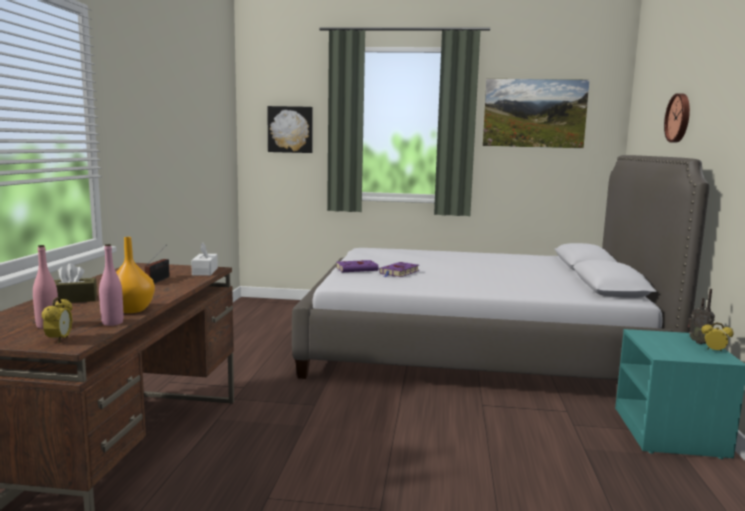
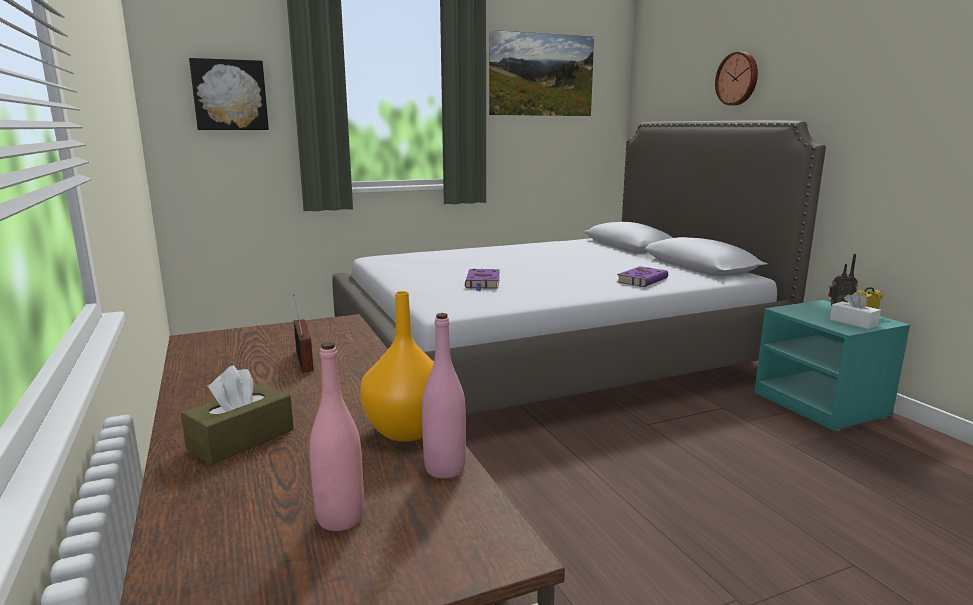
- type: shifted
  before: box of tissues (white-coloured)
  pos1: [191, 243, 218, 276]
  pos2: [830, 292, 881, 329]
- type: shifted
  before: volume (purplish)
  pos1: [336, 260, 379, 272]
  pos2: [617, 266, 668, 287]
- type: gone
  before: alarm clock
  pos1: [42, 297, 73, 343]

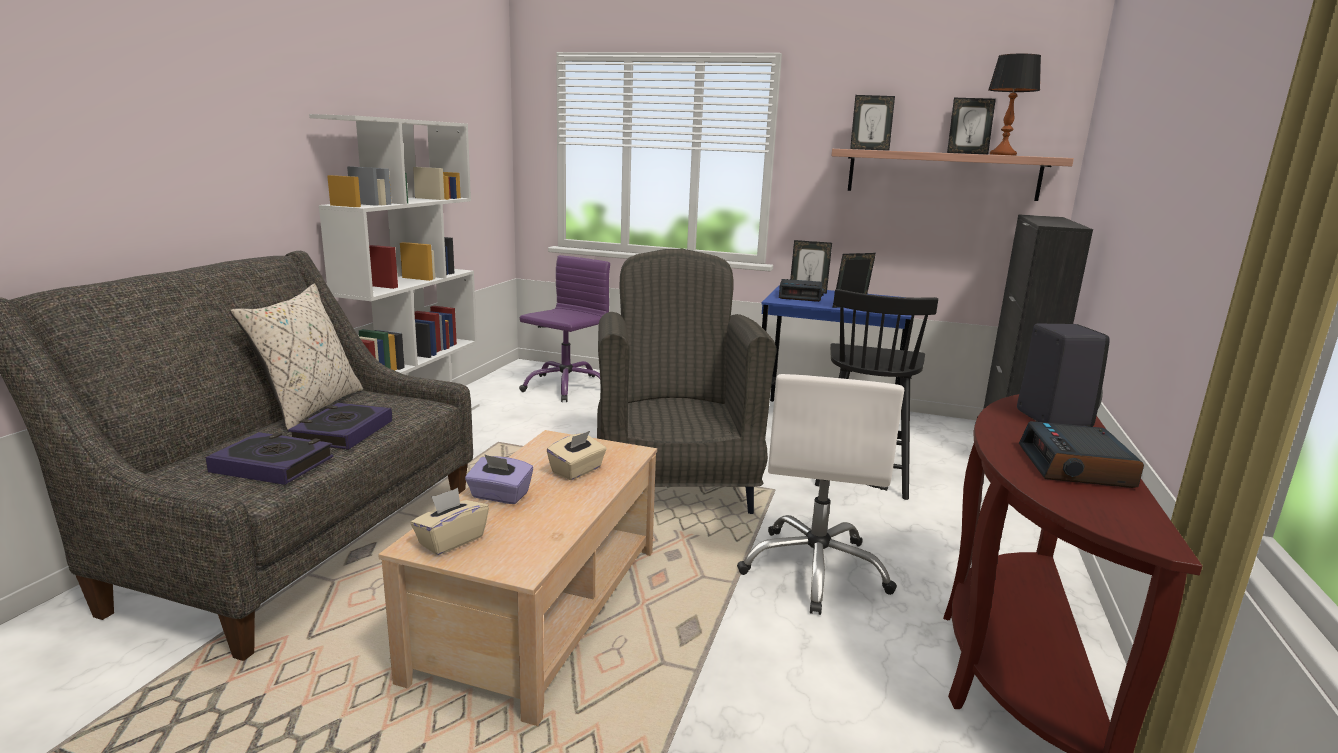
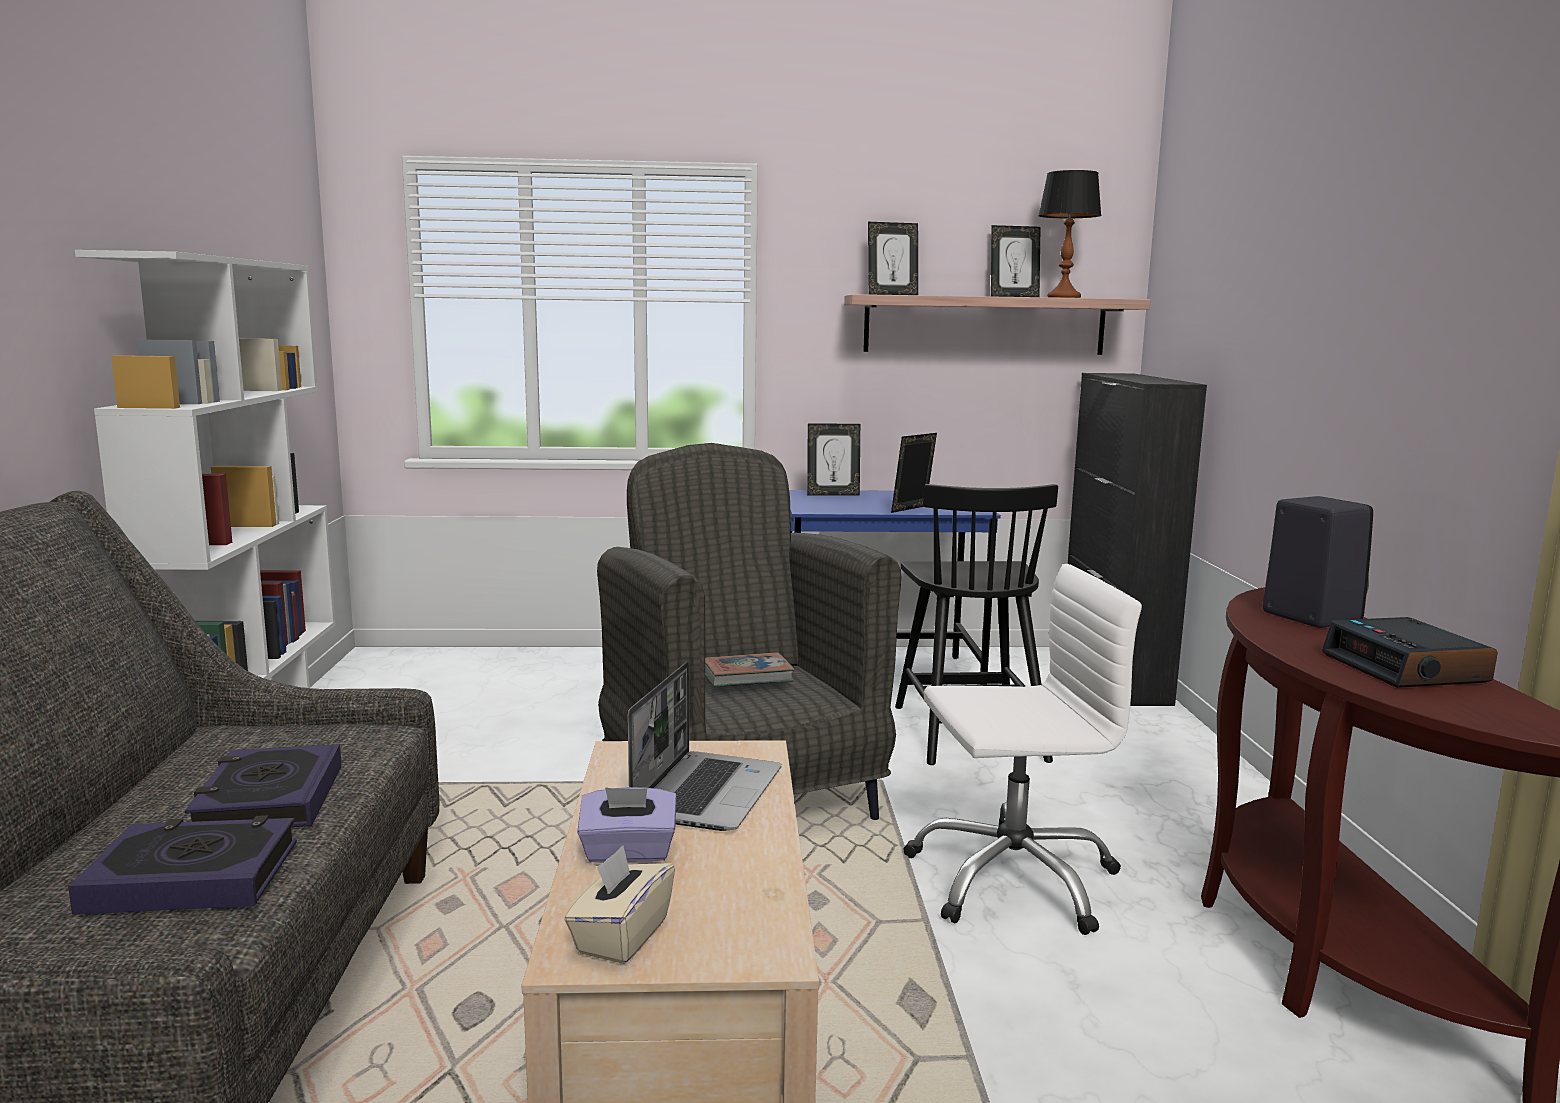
- type: gone
  before: desk chair (purplish)
  pos1: [519, 255, 610, 402]
- type: gone
  before: alarm clock
  pos1: [779, 279, 824, 302]
- type: gone
  before: pillow (beige-coloured)
  pos1: [230, 284, 363, 431]
- type: rotated
  before: desk chair (white-coloured)
  pos1: [737, 374, 904, 615]
  pos2: [903, 564, 1142, 935]
  turn: -90
- type: swapped
  before: box of tissues (beige-coloured)
  after: portable computer
  pos1: [547, 431, 607, 480]
  pos2: [628, 662, 782, 831]
- type: new
  after: volume
  pos2: [705, 652, 794, 687]

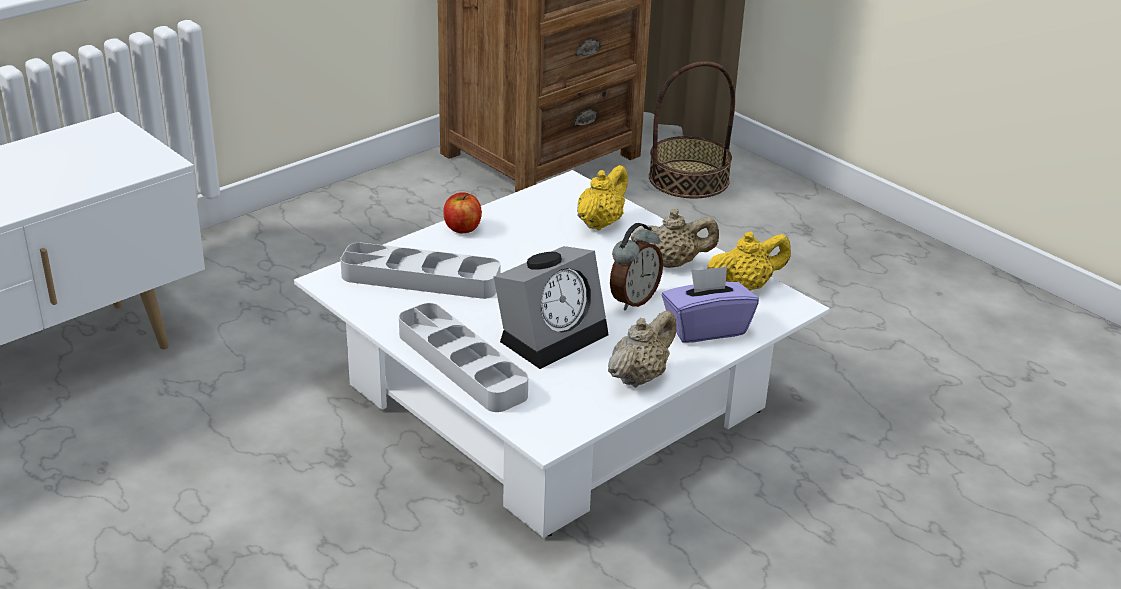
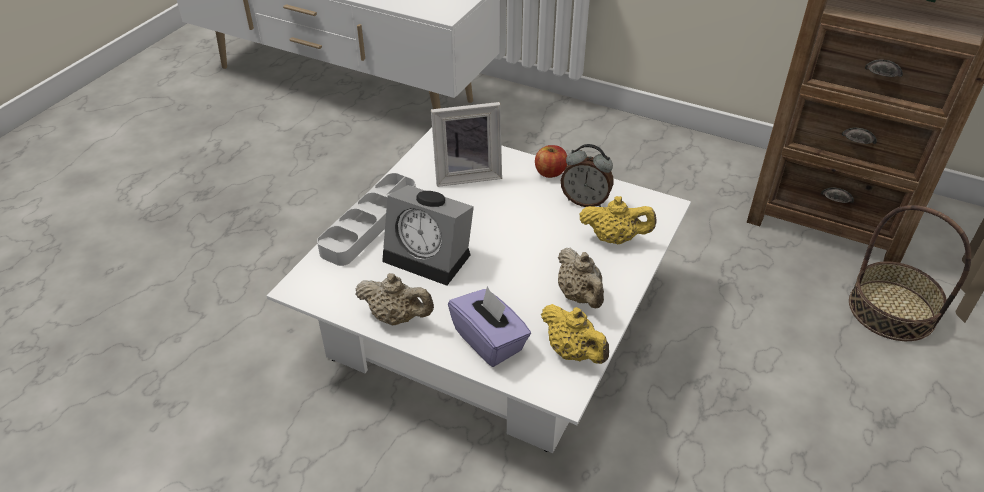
- type: shifted
  before: alarm clock
  pos1: [610, 223, 663, 311]
  pos2: [561, 144, 614, 207]
- type: swapped
  before: serving tray (grey)
  after: standing frame
  pos1: [340, 242, 501, 299]
  pos2: [431, 102, 502, 187]

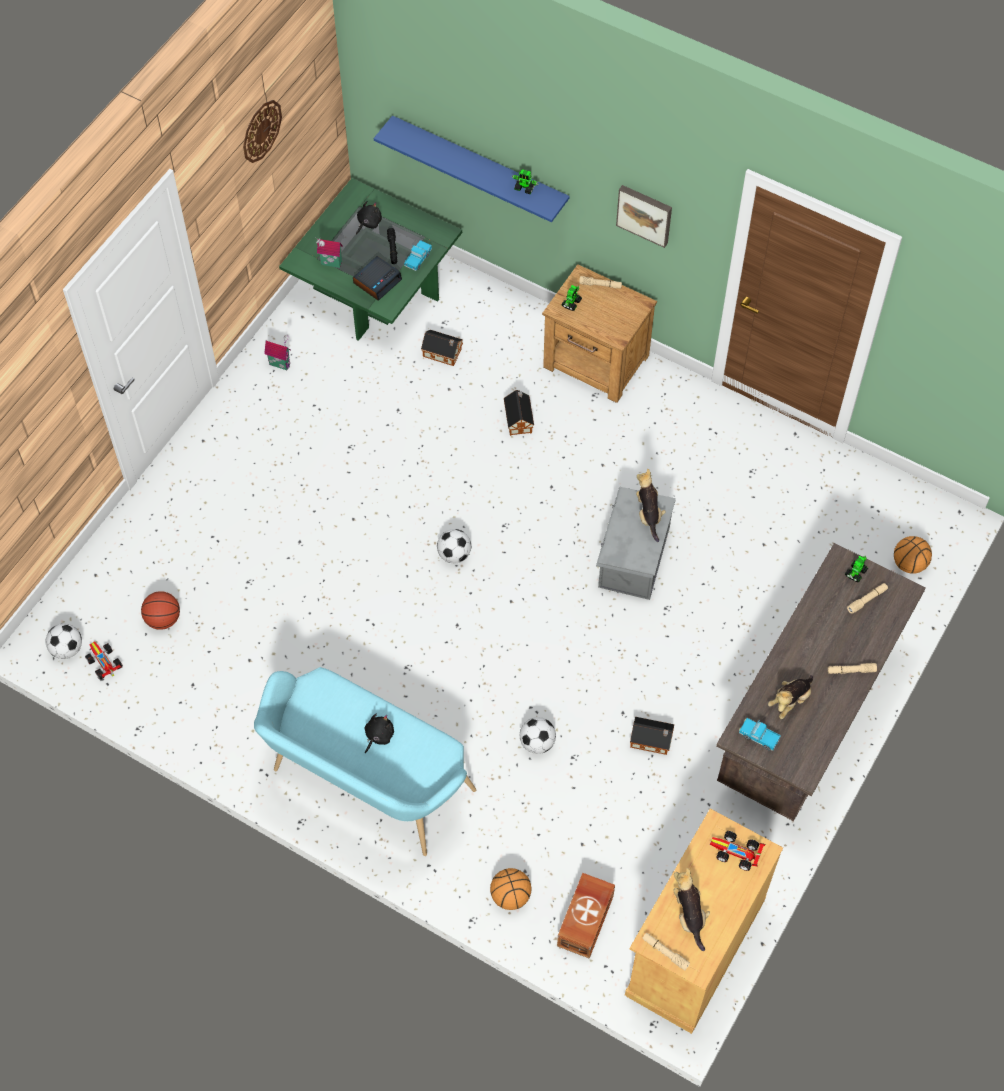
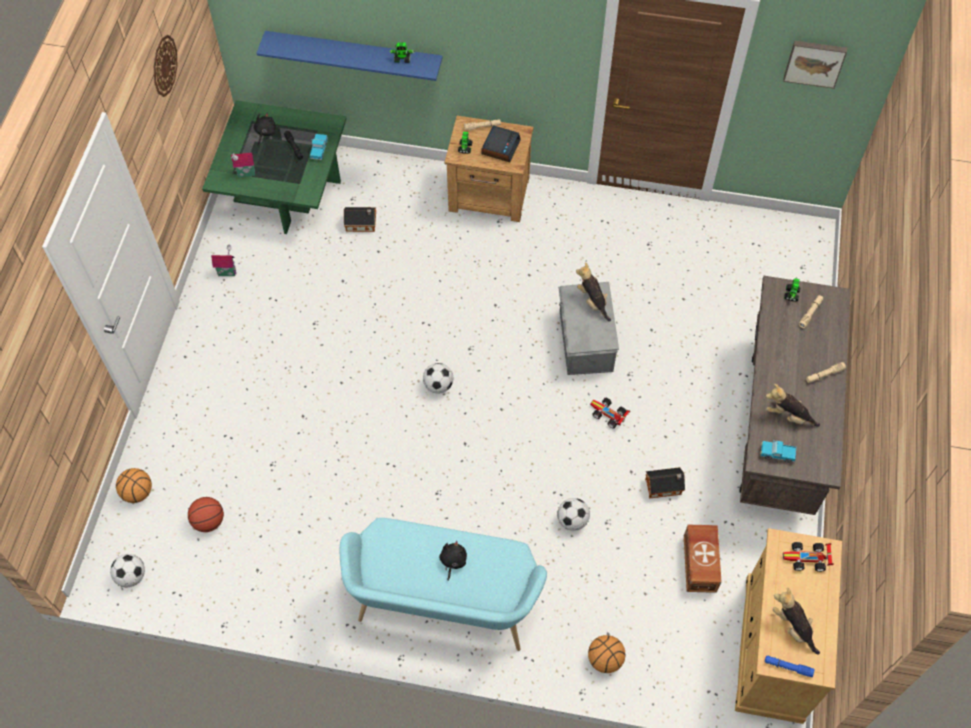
- type: shifted
  before: wall art
  pos1: [616, 185, 672, 248]
  pos2: [783, 41, 847, 89]
- type: shifted
  before: alarm clock
  pos1: [353, 256, 402, 301]
  pos2: [482, 126, 521, 162]
- type: gone
  before: model house
  pos1: [504, 390, 534, 436]
- type: shifted
  before: basketball ball
  pos1: [894, 536, 932, 574]
  pos2: [116, 468, 152, 503]
- type: shifted
  before: miniature car
  pos1: [85, 641, 123, 680]
  pos2: [590, 397, 630, 428]
- type: rotated
  before: plush toy
  pos1: [768, 675, 813, 719]
  pos2: [765, 384, 820, 427]
  turn: 90
- type: shifted
  before: storage container (brown)
  pos1: [557, 873, 615, 959]
  pos2: [684, 525, 722, 593]
- type: repainted
  before: torch (beige-coloured)
  after: torch (blue)
  pos1: [642, 933, 690, 970]
  pos2: [765, 656, 814, 677]

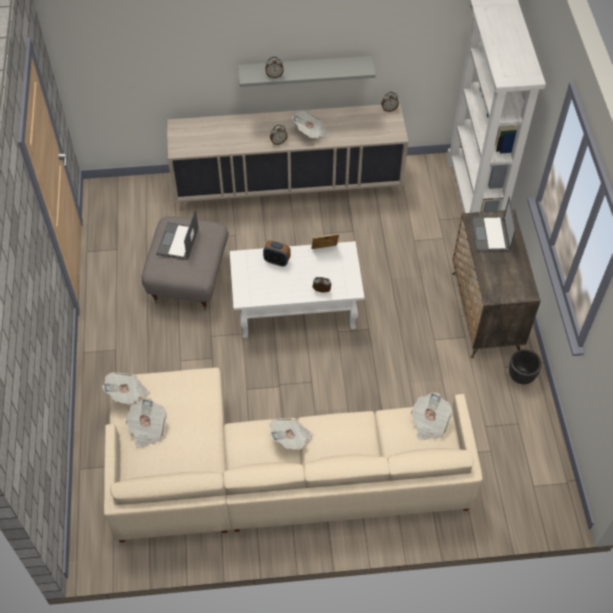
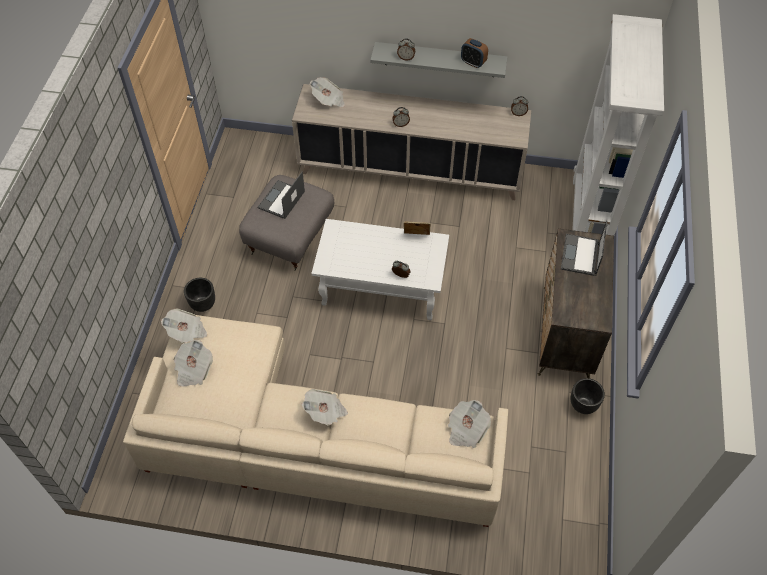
- type: shifted
  before: printed paper
  pos1: [292, 110, 329, 139]
  pos2: [310, 77, 344, 107]
- type: shifted
  before: alarm clock
  pos1: [263, 240, 291, 267]
  pos2: [461, 38, 488, 68]
- type: new
  after: flower pot (black)
  pos2: [184, 278, 215, 312]

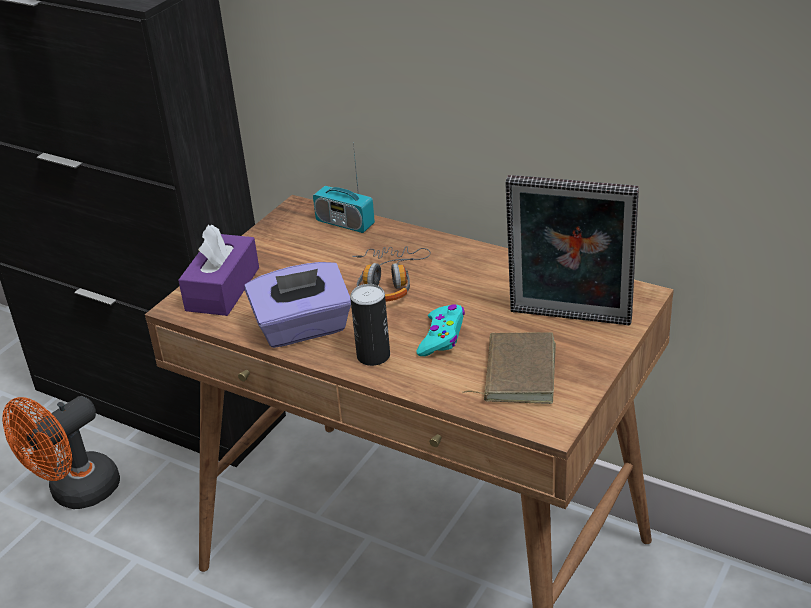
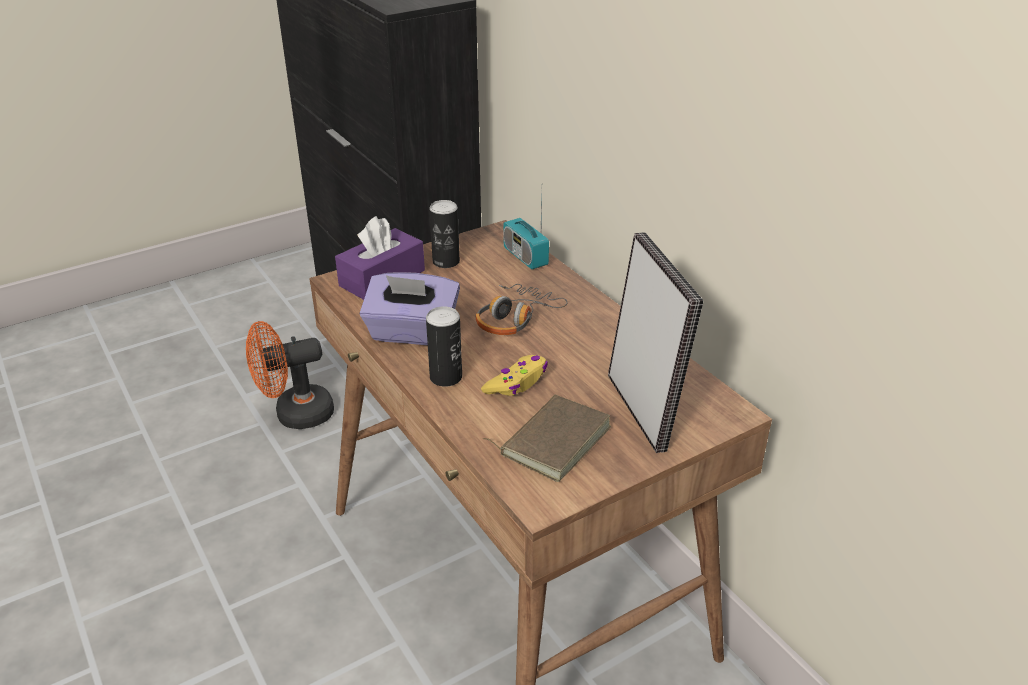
- type: rotated
  before: standing frame
  pos1: [506, 175, 639, 325]
  pos2: [608, 232, 704, 453]
  turn: -150
- type: repainted
  before: game controller (blue-green)
  after: game controller (yellow-coloured)
  pos1: [417, 304, 465, 356]
  pos2: [481, 355, 548, 396]
- type: new
  after: sealed can
  pos2: [430, 200, 460, 268]

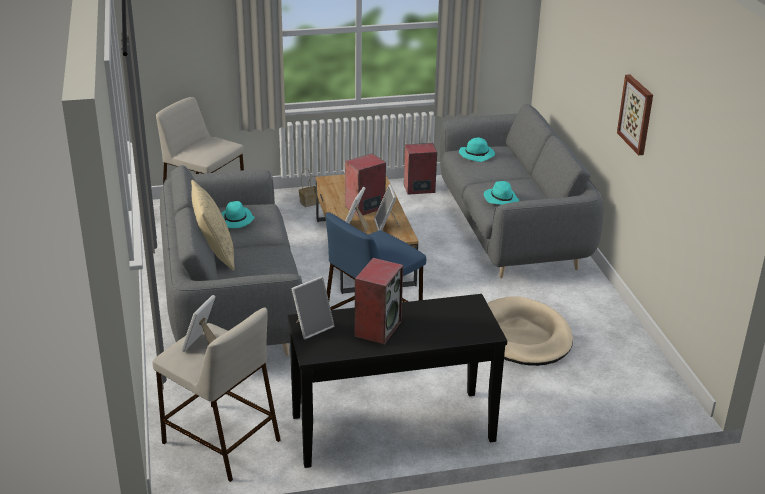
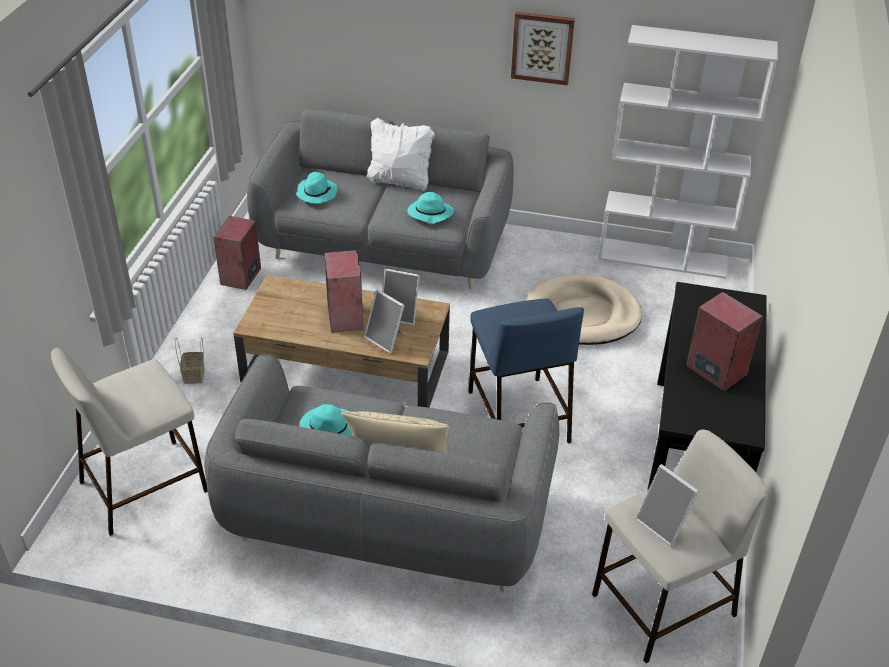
- type: gone
  before: standing frame
  pos1: [291, 276, 335, 339]
- type: new
  after: shelving unit (white-coloured)
  pos2: [598, 25, 778, 279]
- type: new
  after: pillow (white-coloured)
  pos2: [367, 118, 435, 191]

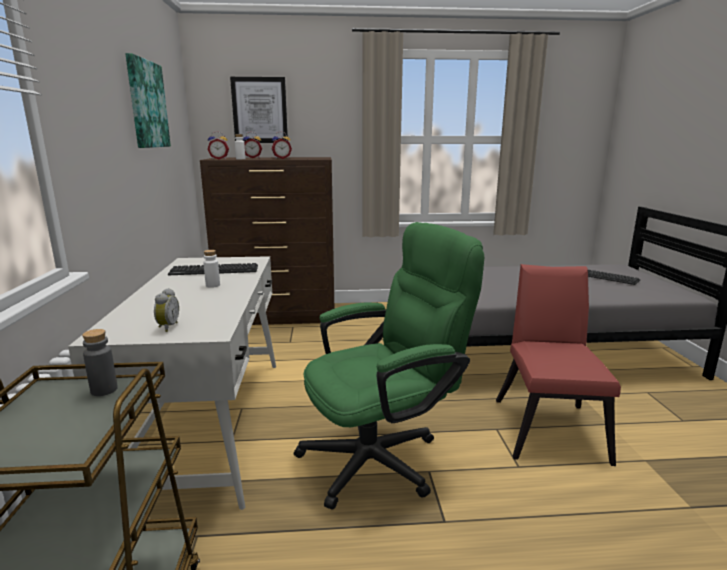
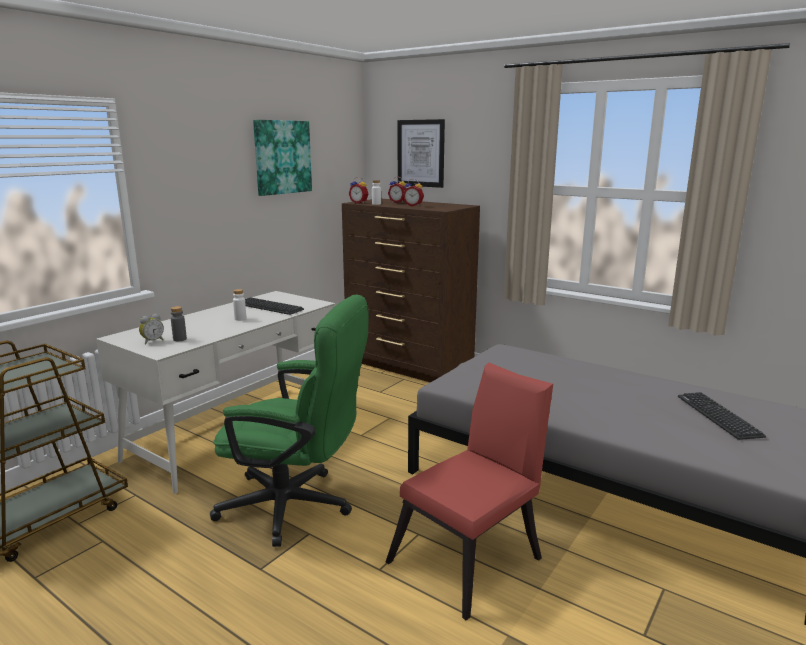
- type: shifted
  before: drink bottle (grey)
  pos1: [82, 329, 118, 396]
  pos2: [171, 306, 187, 341]

